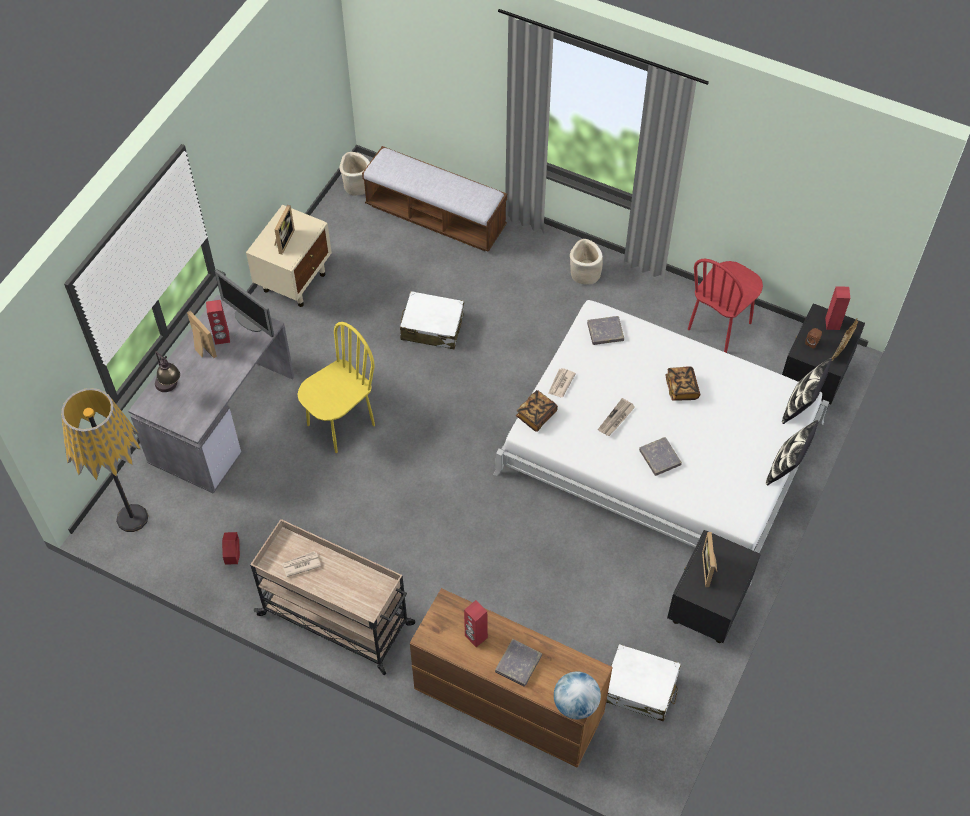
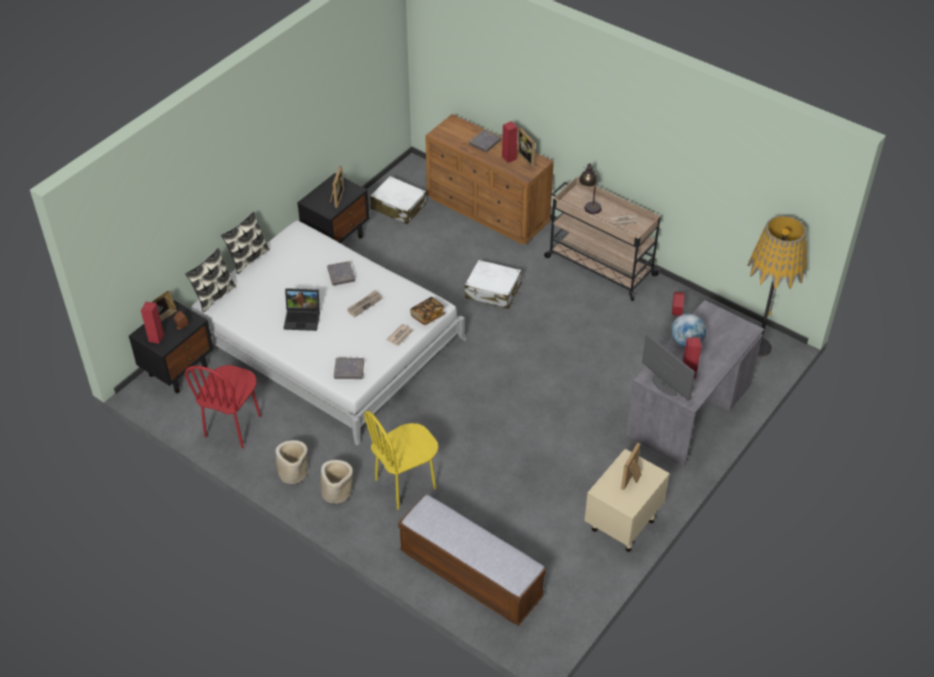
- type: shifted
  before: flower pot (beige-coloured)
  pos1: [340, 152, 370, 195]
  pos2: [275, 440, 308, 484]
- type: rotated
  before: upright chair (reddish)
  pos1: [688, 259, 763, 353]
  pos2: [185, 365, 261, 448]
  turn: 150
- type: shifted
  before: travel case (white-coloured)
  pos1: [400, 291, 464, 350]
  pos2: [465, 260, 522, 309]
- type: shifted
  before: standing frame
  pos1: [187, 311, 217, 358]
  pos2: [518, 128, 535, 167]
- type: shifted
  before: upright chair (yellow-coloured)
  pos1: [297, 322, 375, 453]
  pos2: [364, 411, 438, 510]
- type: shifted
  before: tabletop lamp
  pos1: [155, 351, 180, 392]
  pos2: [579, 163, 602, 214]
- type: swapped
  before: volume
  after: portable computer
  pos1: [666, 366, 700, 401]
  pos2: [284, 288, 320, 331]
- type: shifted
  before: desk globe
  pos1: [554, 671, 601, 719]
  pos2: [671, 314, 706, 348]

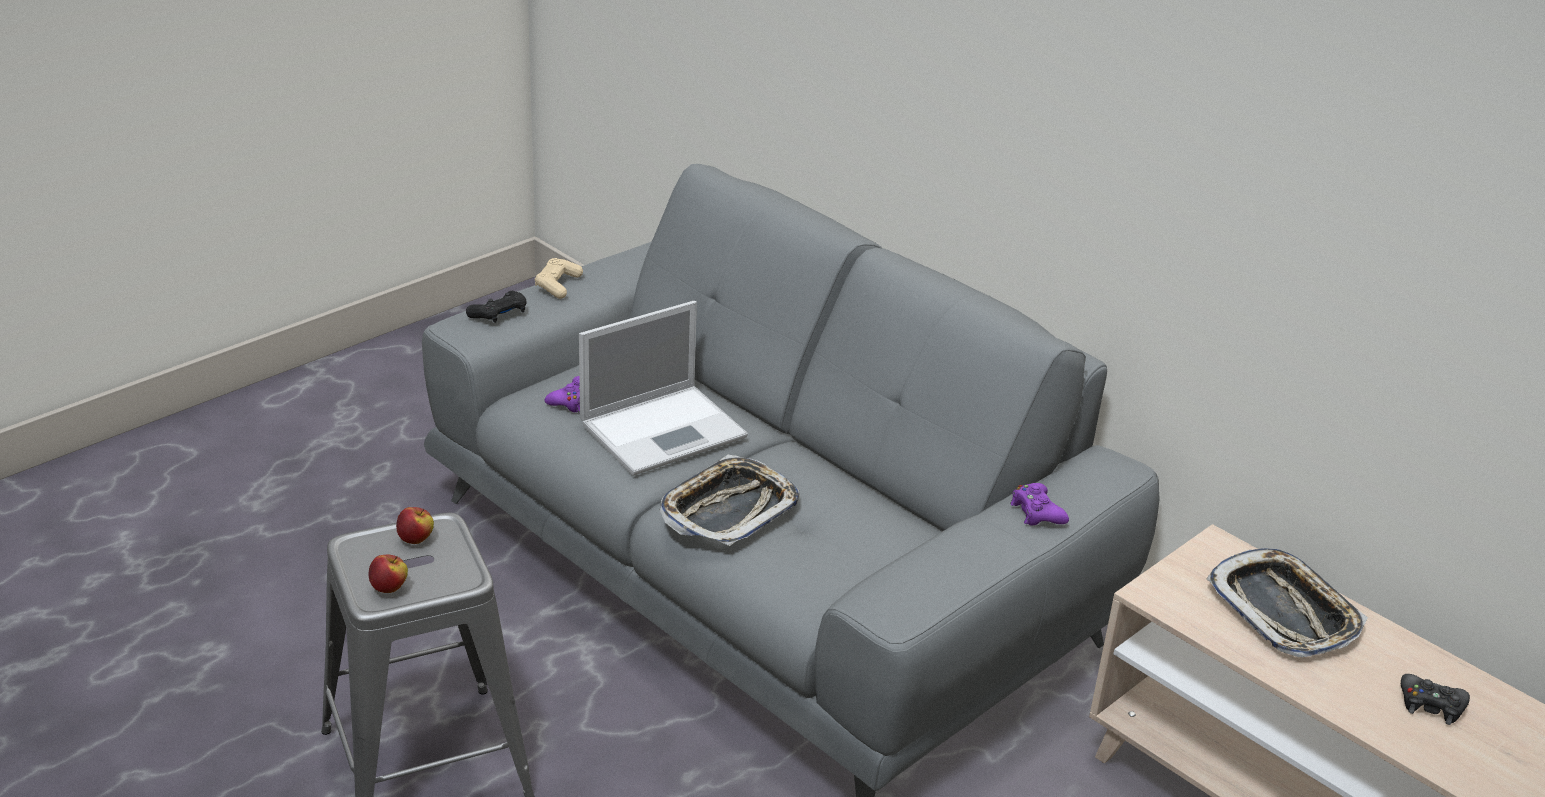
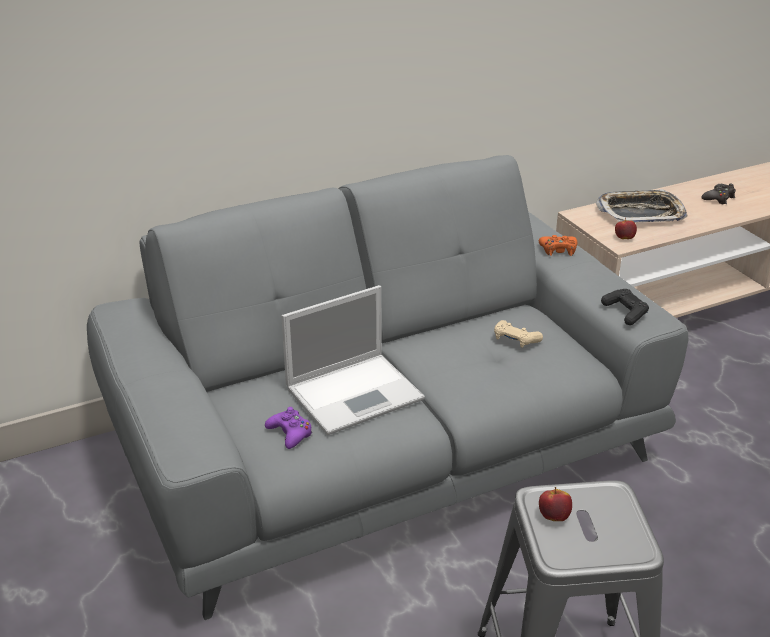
- type: shifted
  before: game controller (beige-coloured)
  pos1: [535, 258, 583, 299]
  pos2: [494, 320, 543, 348]
- type: shifted
  before: game controller (black)
  pos1: [466, 290, 527, 323]
  pos2: [601, 289, 649, 325]
- type: rotated
  before: portable computer
  pos1: [579, 301, 748, 476]
  pos2: [281, 285, 425, 435]
  turn: 75
- type: gone
  before: serving tray
  pos1: [659, 455, 799, 546]
- type: repainted
  before: game controller (purplish)
  after: game controller (orange)
  pos1: [1010, 483, 1069, 526]
  pos2: [539, 235, 577, 256]
- type: shifted
  before: whole apple
  pos1: [369, 555, 408, 593]
  pos2: [615, 218, 637, 239]

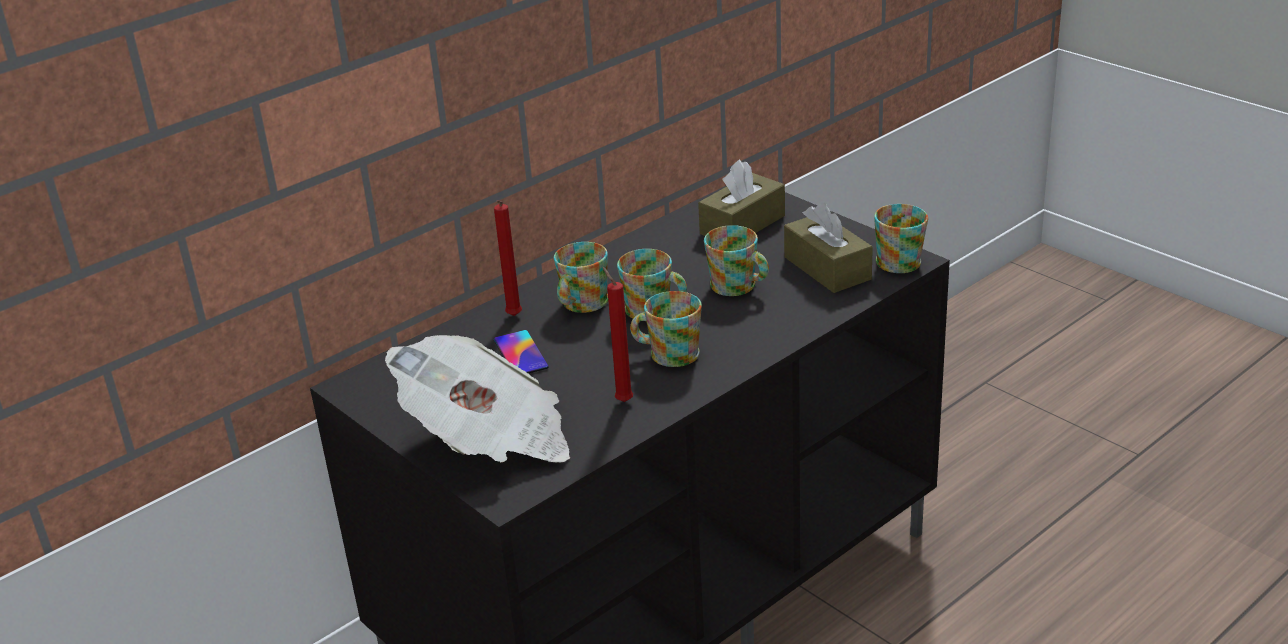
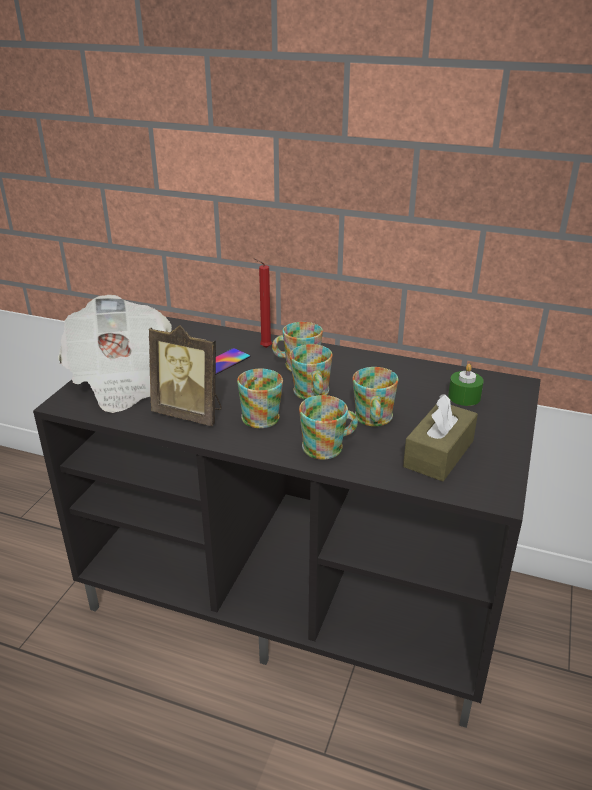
- type: swapped
  before: box of tissues (brown)
  after: wax light (green)
  pos1: [698, 160, 785, 236]
  pos2: [448, 364, 484, 406]
- type: shifted
  before: coffee mug
  pos1: [874, 204, 928, 273]
  pos2: [299, 395, 358, 460]
- type: swapped
  before: wax light (reddish)
  after: standing frame
  pos1: [602, 267, 633, 402]
  pos2: [149, 325, 222, 426]

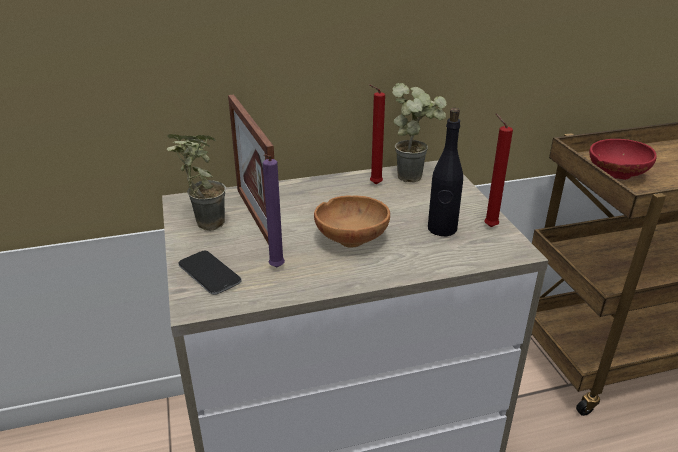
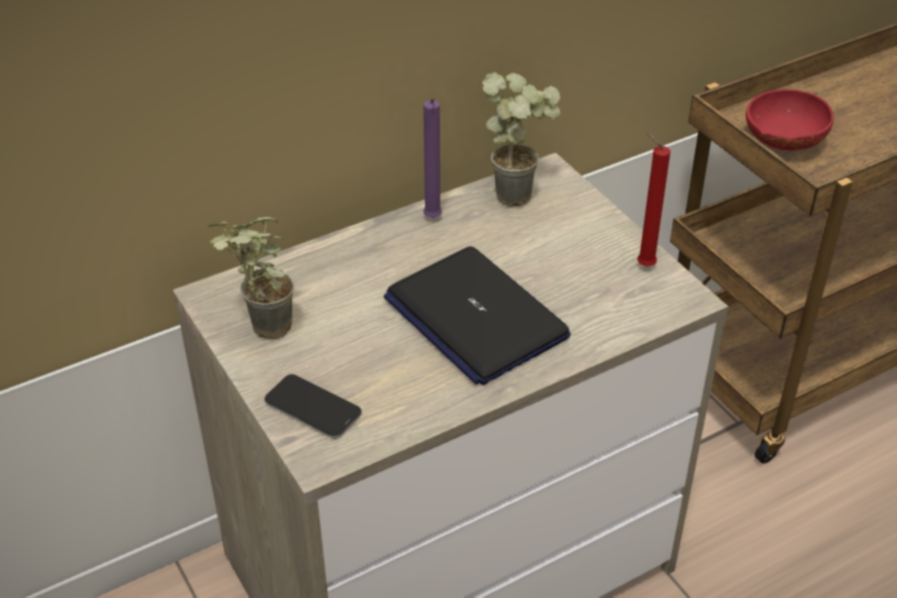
- type: gone
  before: wax light (reddish)
  pos1: [369, 84, 385, 184]
- type: gone
  before: standing frame
  pos1: [228, 94, 274, 245]
- type: gone
  before: drink bottle (black)
  pos1: [428, 108, 463, 236]
- type: shifted
  before: wax light (purplish)
  pos1: [263, 154, 285, 267]
  pos2: [423, 98, 442, 218]
- type: swapped
  before: bowl (brown)
  after: portable computer
  pos1: [314, 195, 390, 248]
  pos2: [384, 246, 571, 385]

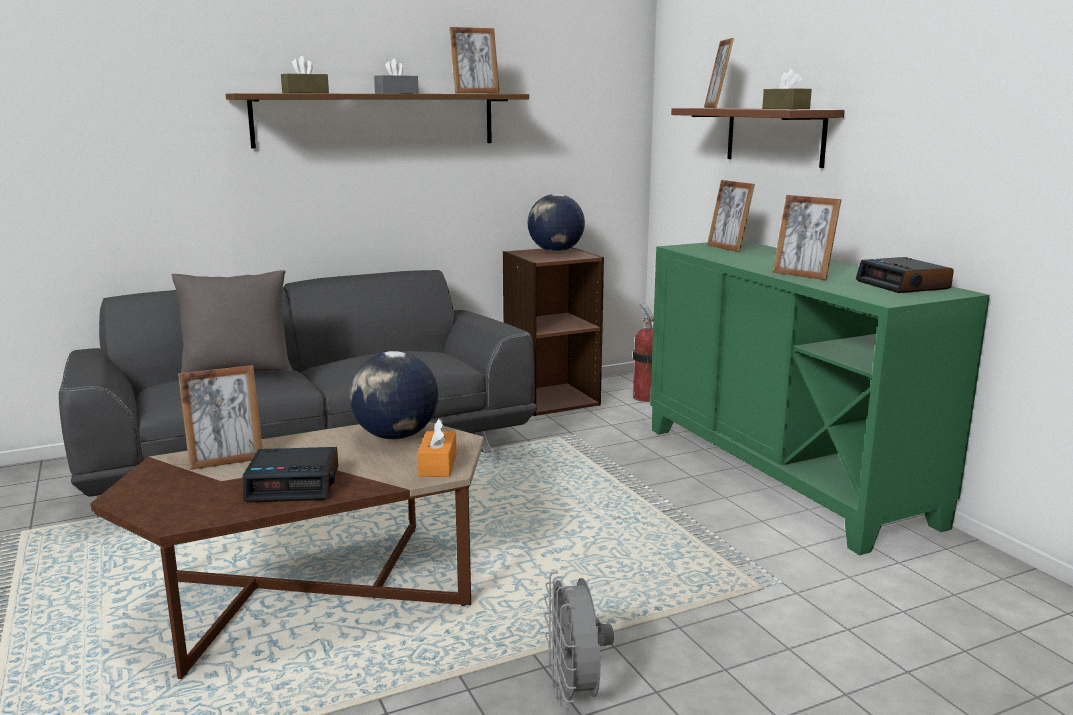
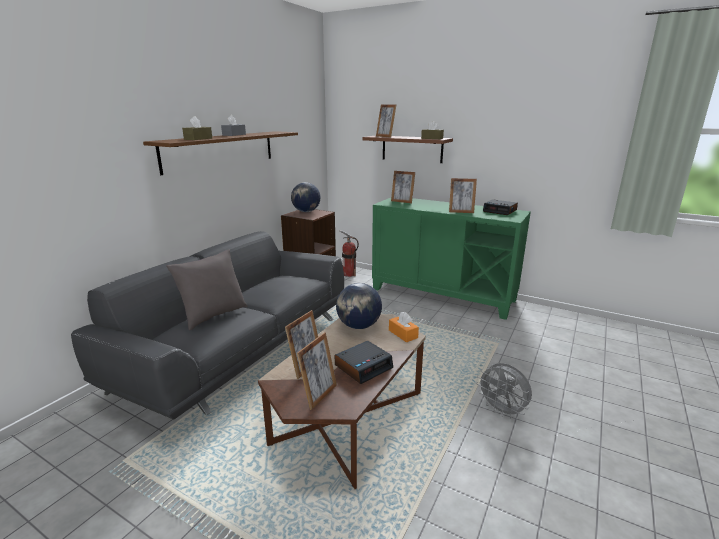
- type: shifted
  before: standing frame
  pos1: [449, 27, 500, 94]
  pos2: [297, 332, 337, 410]

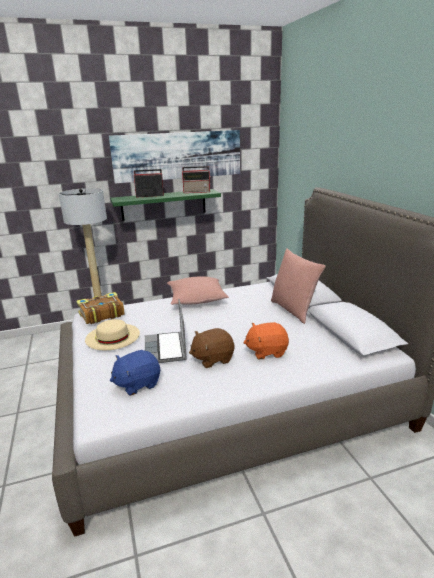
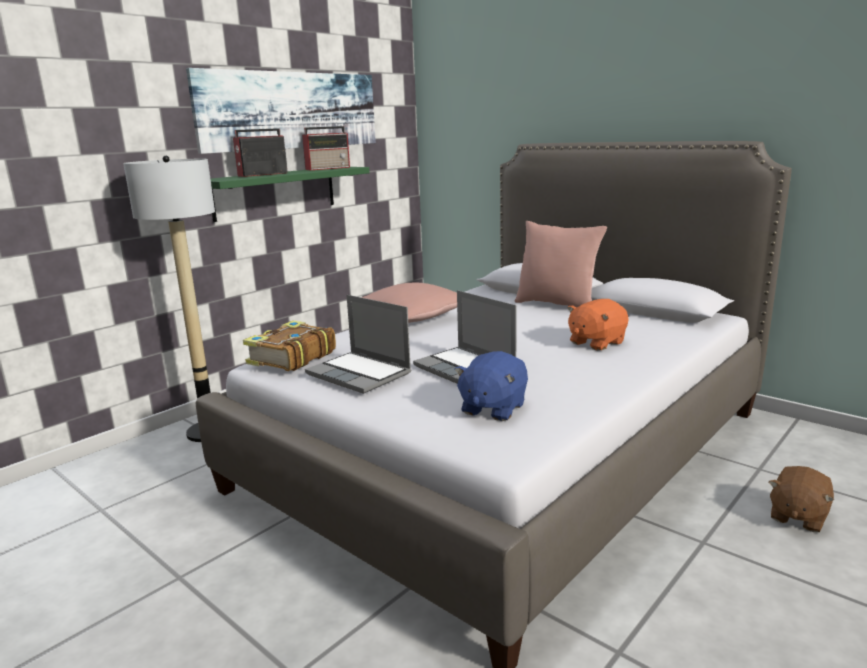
- type: swapped
  before: clothing hat (beige-coloured)
  after: portable computer
  pos1: [85, 319, 140, 350]
  pos2: [305, 295, 411, 394]
- type: shifted
  before: plush toy (brown)
  pos1: [189, 328, 234, 368]
  pos2: [769, 466, 834, 532]

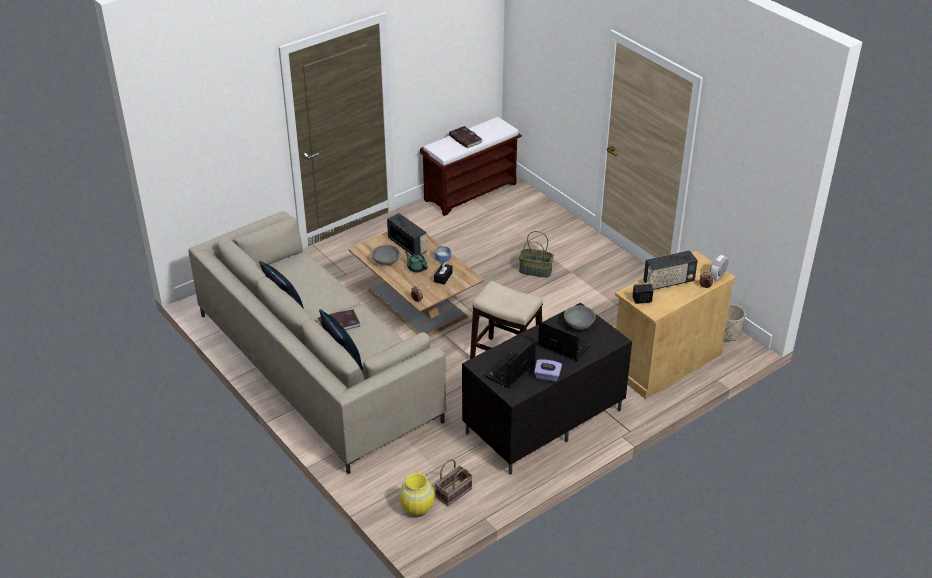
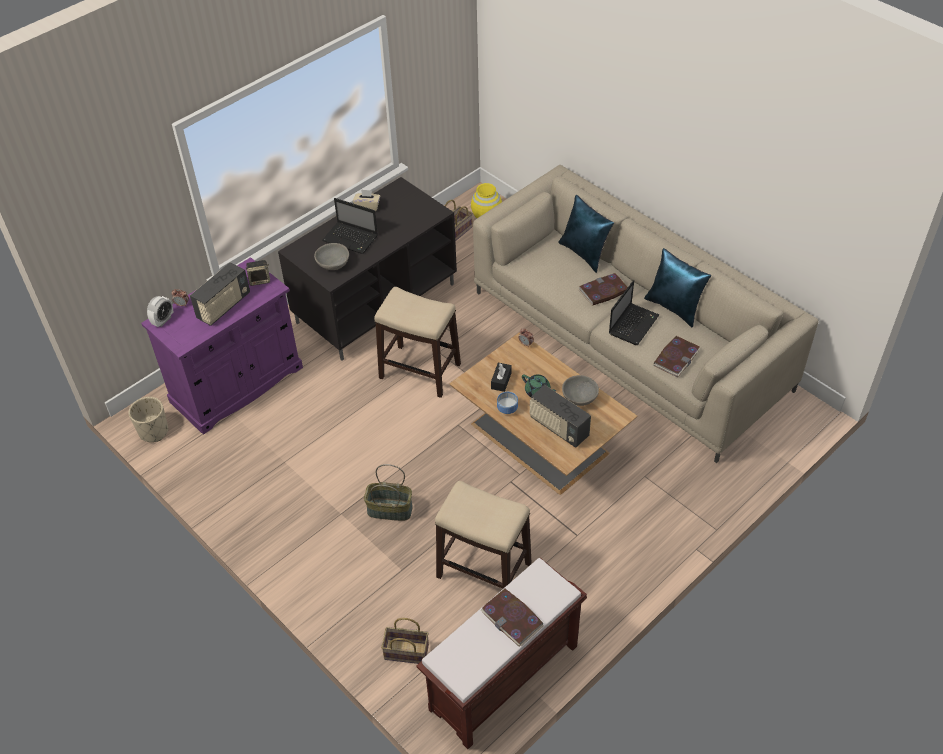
- type: repainted
  before: cabinet (beige-coloured)
  after: cabinet (purplish)
  pos1: [615, 251, 736, 399]
  pos2: [141, 257, 303, 435]
- type: rotated
  before: radio
  pos1: [643, 251, 698, 290]
  pos2: [190, 262, 250, 326]
  turn: 150
- type: shifted
  before: portable computer
  pos1: [484, 340, 536, 388]
  pos2: [609, 280, 659, 345]
- type: repainted
  before: box of tissues (purplish)
  after: box of tissues (beige-coloured)
  pos1: [534, 359, 562, 381]
  pos2: [353, 189, 380, 211]
- type: new
  after: volume
  pos2: [654, 336, 700, 377]
- type: new
  after: stool seat
  pos2: [435, 481, 532, 589]
- type: new
  after: basket
  pos2: [381, 618, 429, 664]

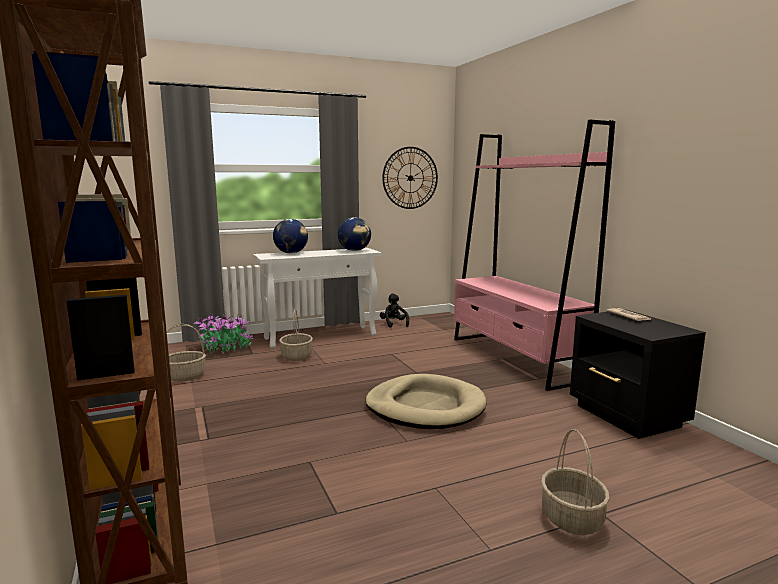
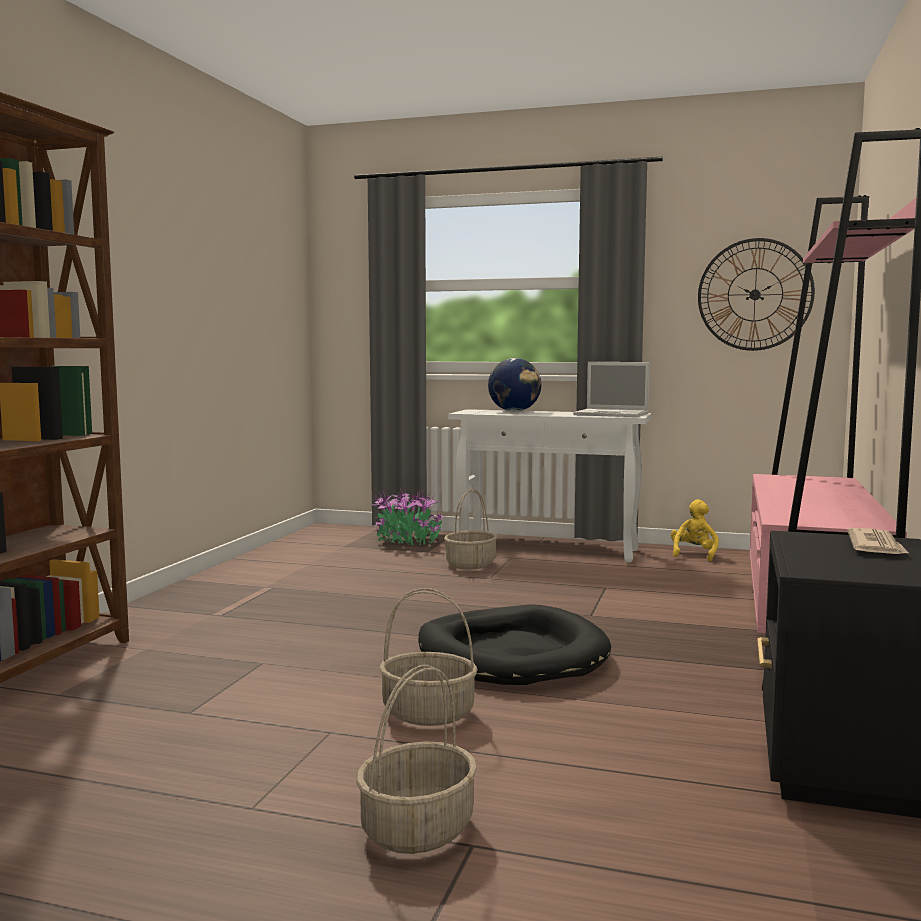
- type: swapped
  before: desk globe
  after: portable computer
  pos1: [338, 217, 371, 251]
  pos2: [573, 362, 650, 417]
- type: repainted
  before: plush toy (black)
  after: plush toy (yellow-coloured)
  pos1: [380, 293, 409, 328]
  pos2: [671, 499, 719, 561]
- type: shifted
  before: basket
  pos1: [167, 324, 206, 382]
  pos2: [379, 588, 478, 726]
- type: repainted
  before: pet bed (beige-coloured)
  after: pet bed (black)
  pos1: [365, 374, 487, 429]
  pos2: [418, 604, 611, 685]

